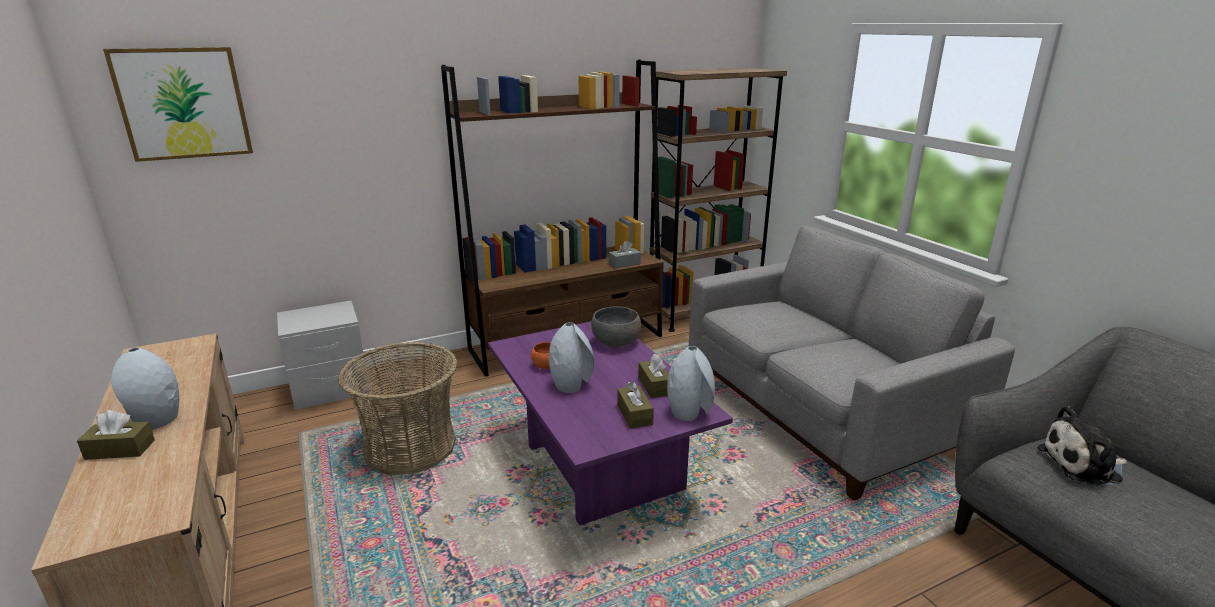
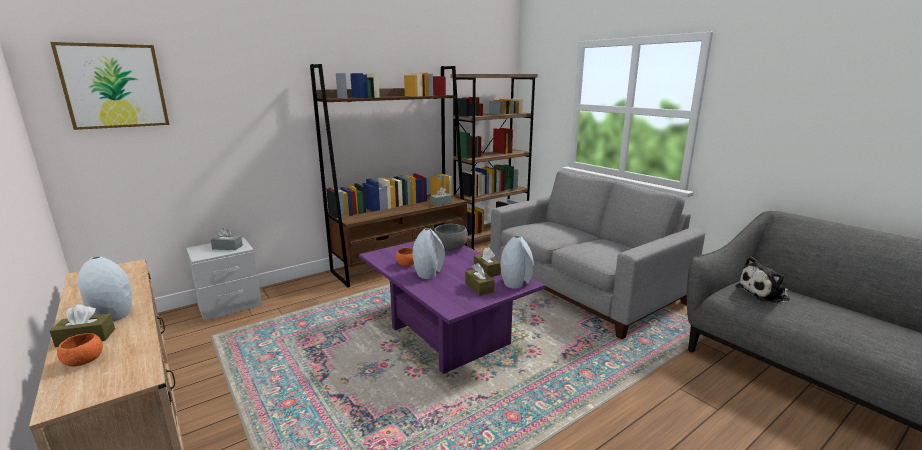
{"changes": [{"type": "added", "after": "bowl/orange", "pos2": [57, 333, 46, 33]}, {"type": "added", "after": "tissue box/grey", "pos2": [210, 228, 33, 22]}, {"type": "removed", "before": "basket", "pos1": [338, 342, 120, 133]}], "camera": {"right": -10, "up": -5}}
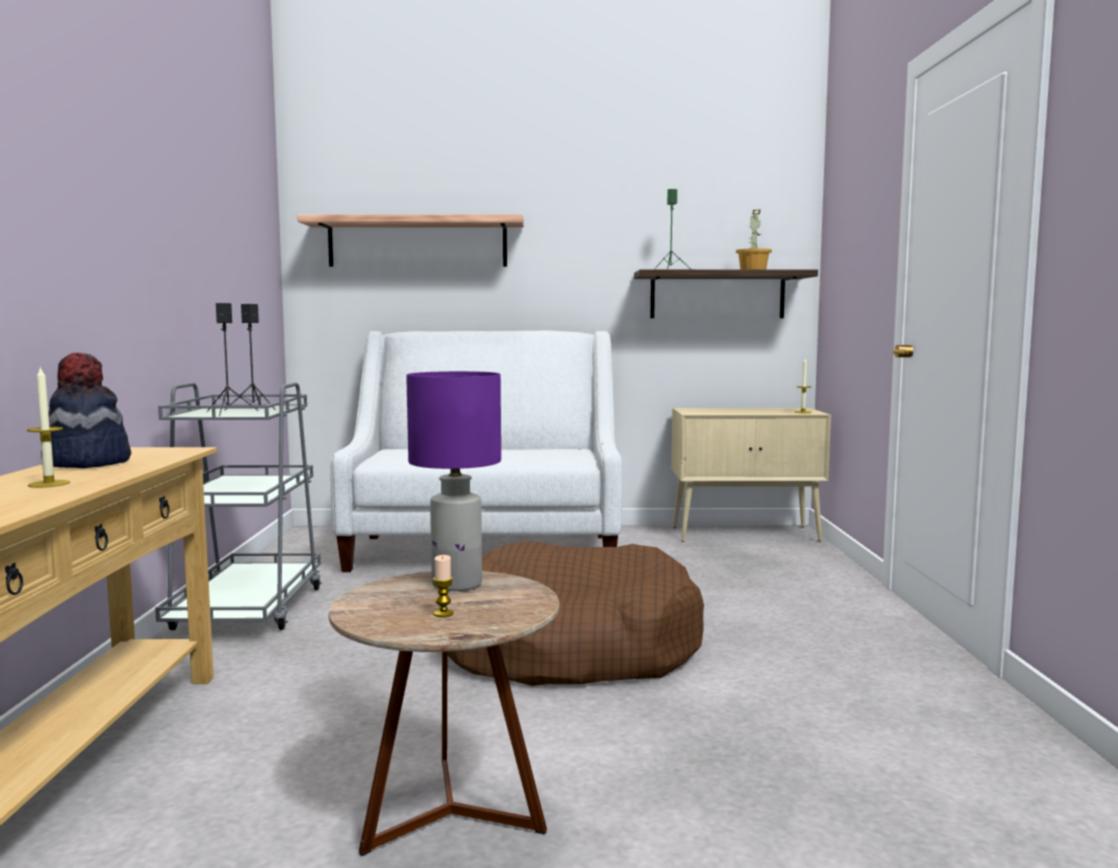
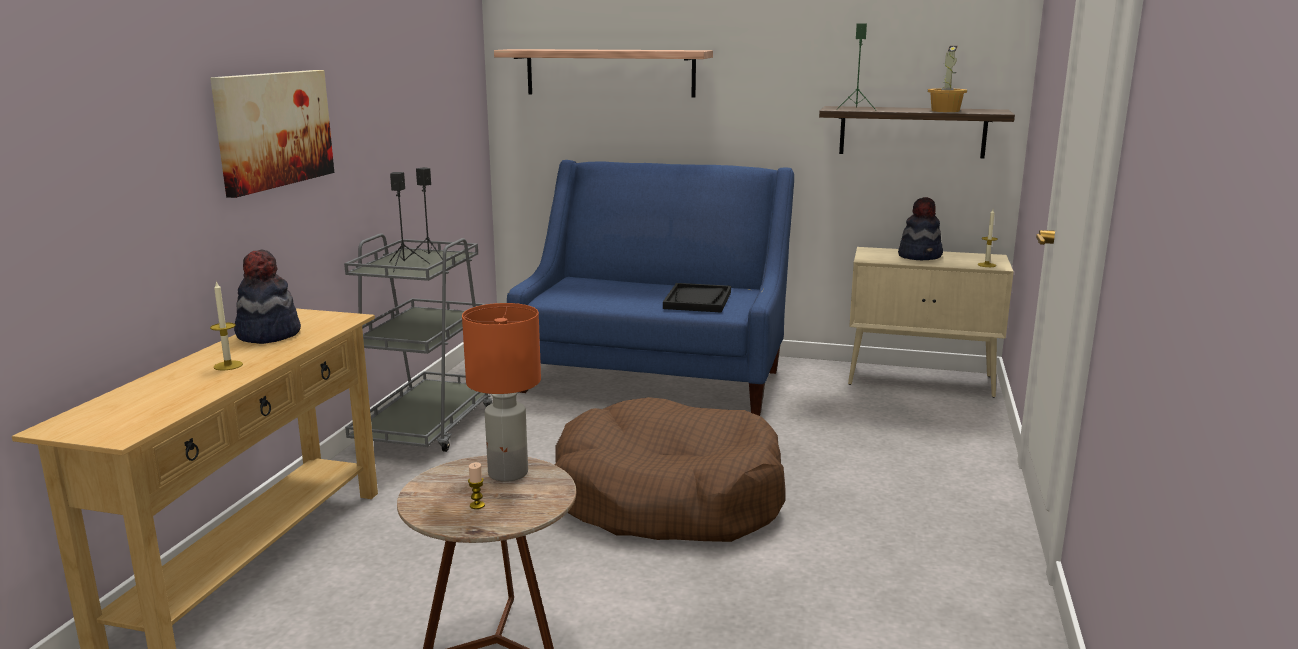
{"changes": [{"type": "added", "after": "picture", "pos2": [210, 70, 124, 128]}, {"type": "recoloured", "before": "table lamp/purple", "after": "table lamp/orange", "pos1": [406, 371, 95, 220], "pos2": [462, 303, 79, 179]}, {"type": "recoloured", "before": "sofa/white", "after": "sofa/blue", "pos1": [330, 331, 292, 241], "pos2": [507, 160, 287, 256]}, {"type": "added", "after": "tray/black", "pos2": [663, 283, 68, 30]}, {"type": "added", "after": "hat", "pos2": [898, 197, 45, 63]}], "camera": {"right": 15, "up": 10}}
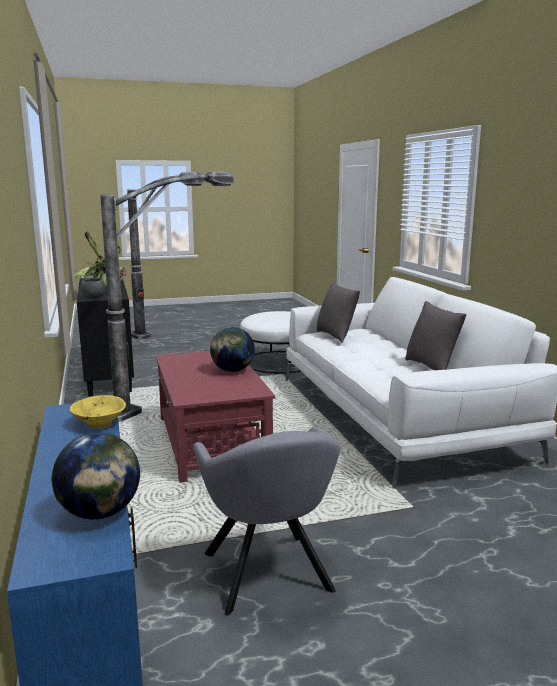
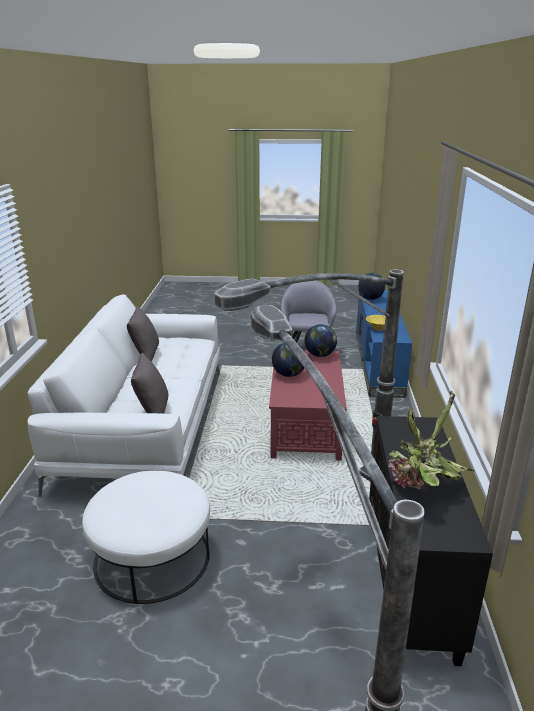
{"changes": [{"type": "added", "after": "globe", "pos2": [304, 324, 33, 33]}, {"type": "removed", "before": "bowl/grey", "pos1": [80, 278, 26, 20]}], "camera": {"right": -160, "up": 10}}
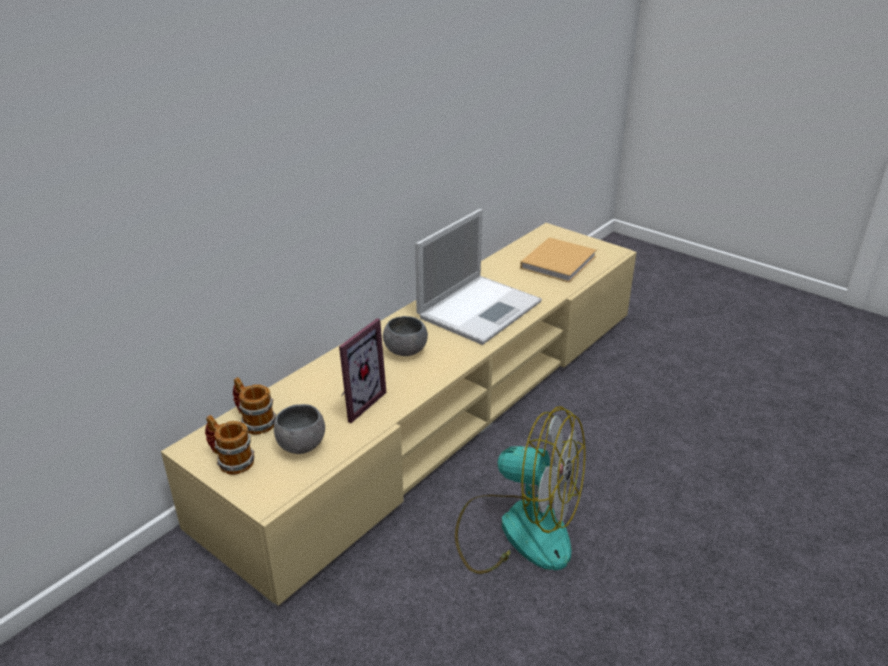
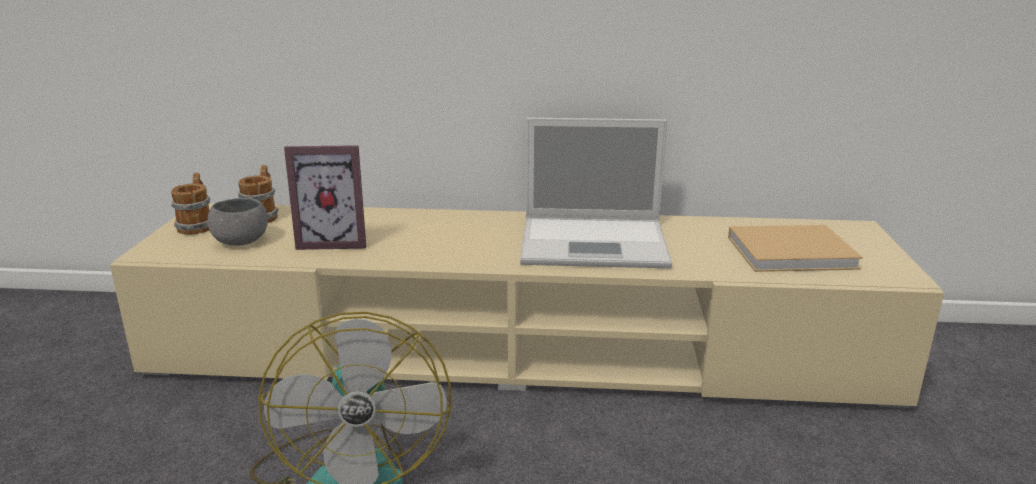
{"changes": [{"type": "removed", "before": "bowl/grey", "pos1": [383, 316, 45, 40]}], "camera": {"right": 55, "up": -10}}
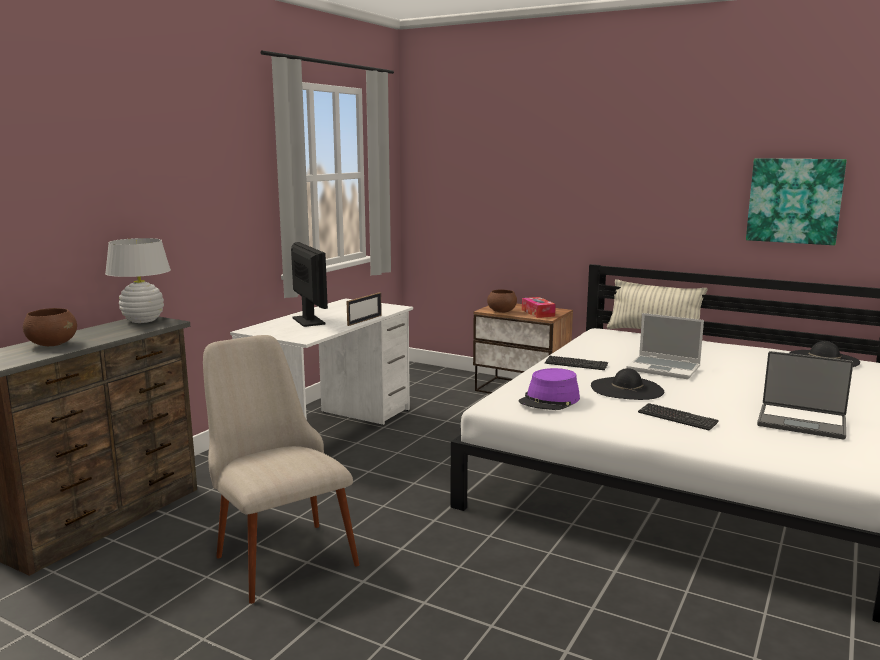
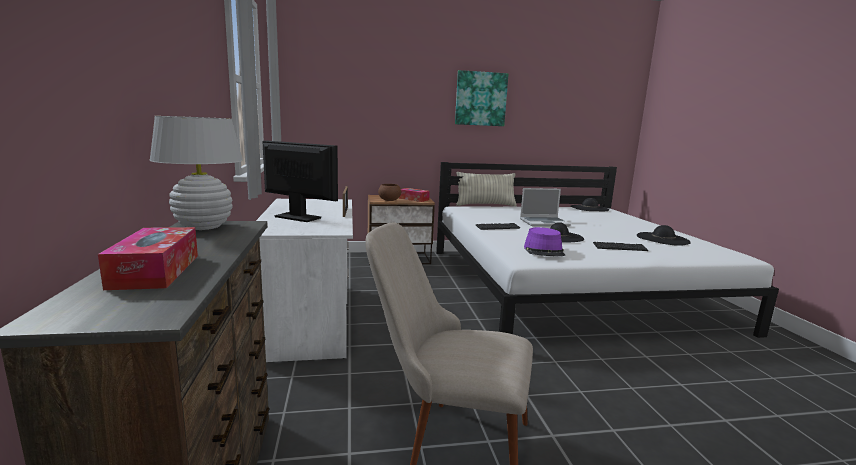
{"changes": [{"type": "replaced", "before": "bowl/brown", "after": "tissue box", "pos1": [23, 308, 54, 38], "pos2": [98, 227, 100, 63]}, {"type": "moved", "before": "picture", "pos1": [746, 158, 101, 87], "pos2": [455, 70, 54, 56]}, {"type": "replaced", "before": "laptop", "after": "hat/black", "pos1": [757, 351, 96, 88], "pos2": [637, 225, 54, 21]}], "camera": {"right": -40, "up": 0}}
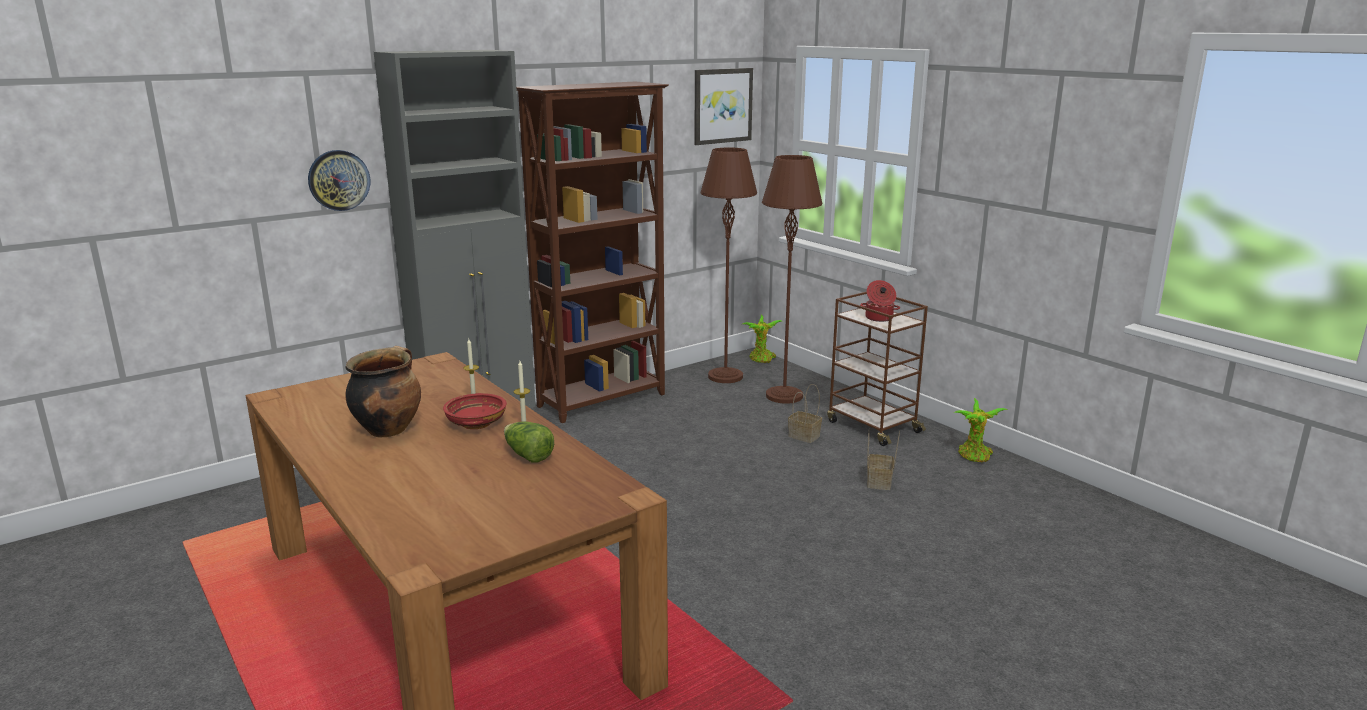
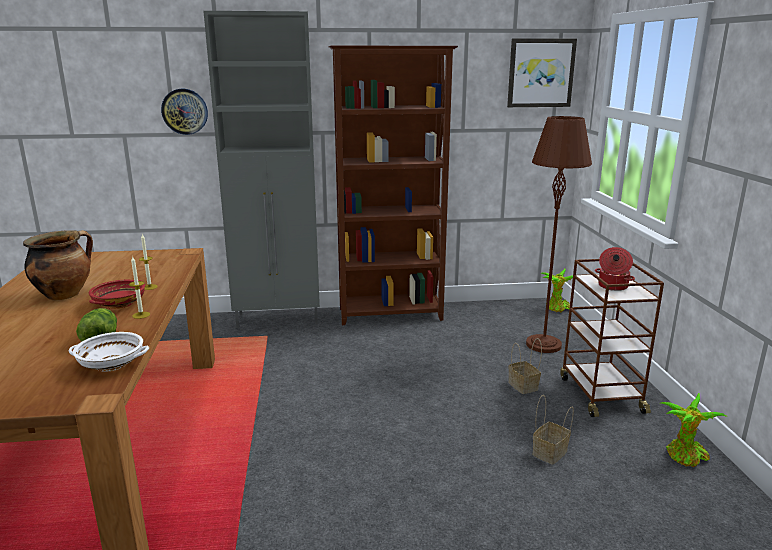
{"changes": [{"type": "added", "after": "bowl/white", "pos2": [69, 332, 80, 40]}, {"type": "removed", "before": "floor lamp/brown", "pos1": [700, 147, 57, 236]}], "camera": {"right": 30, "up": 0}}
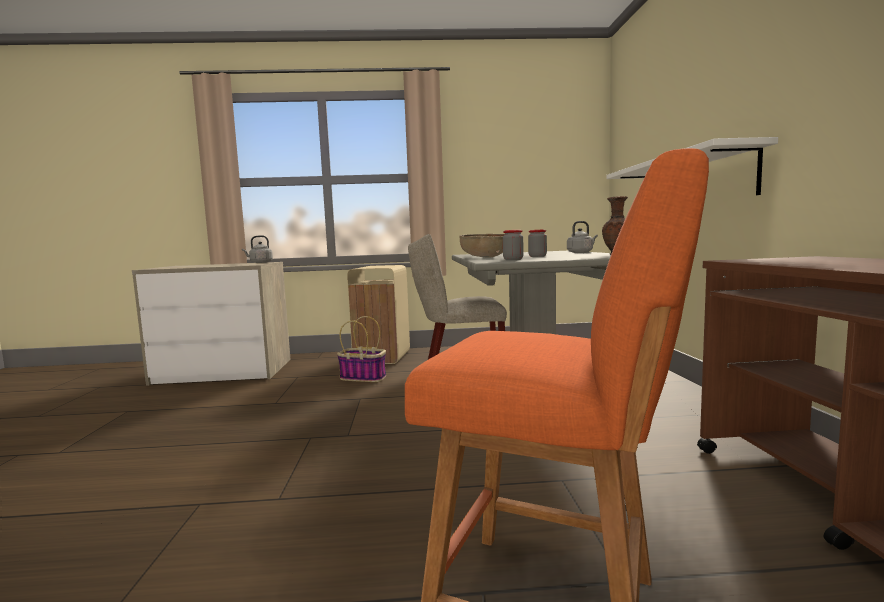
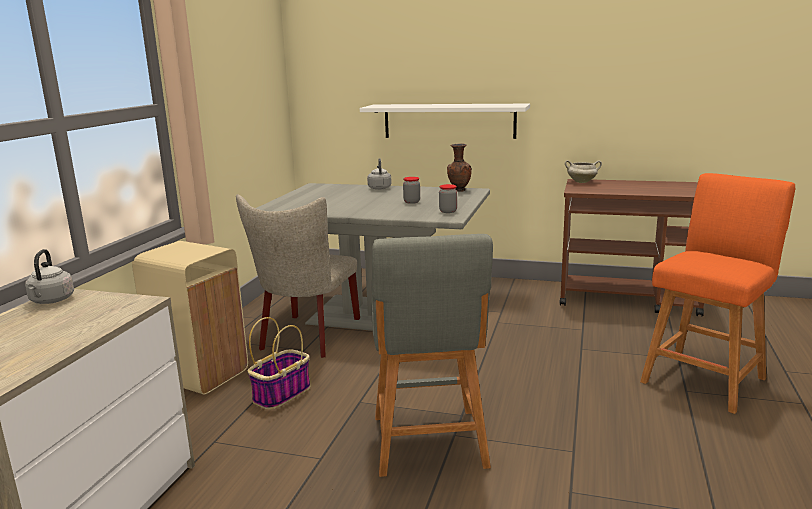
{"changes": [{"type": "added", "after": "stool/grey", "pos2": [371, 234, 122, 243]}, {"type": "added", "after": "cooking pot/white", "pos2": [565, 160, 37, 23]}, {"type": "removed", "before": "bowl/brown", "pos1": [460, 234, 45, 24]}], "camera": {"right": -70, "up": 10}}
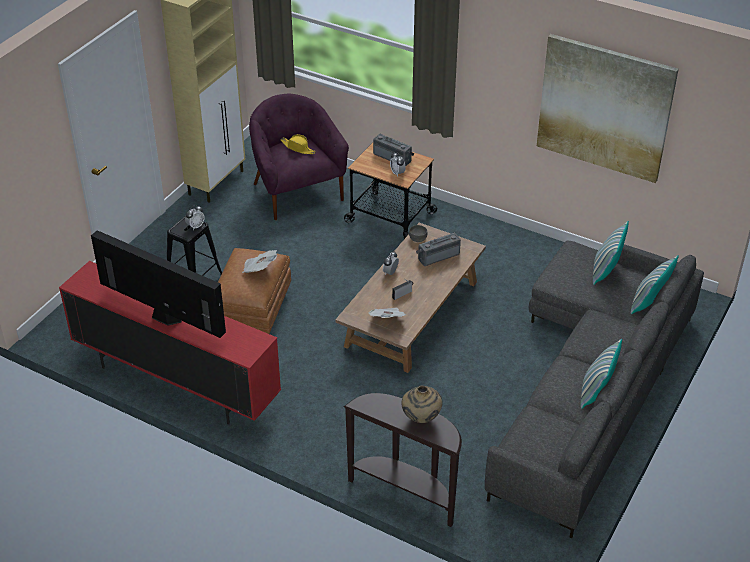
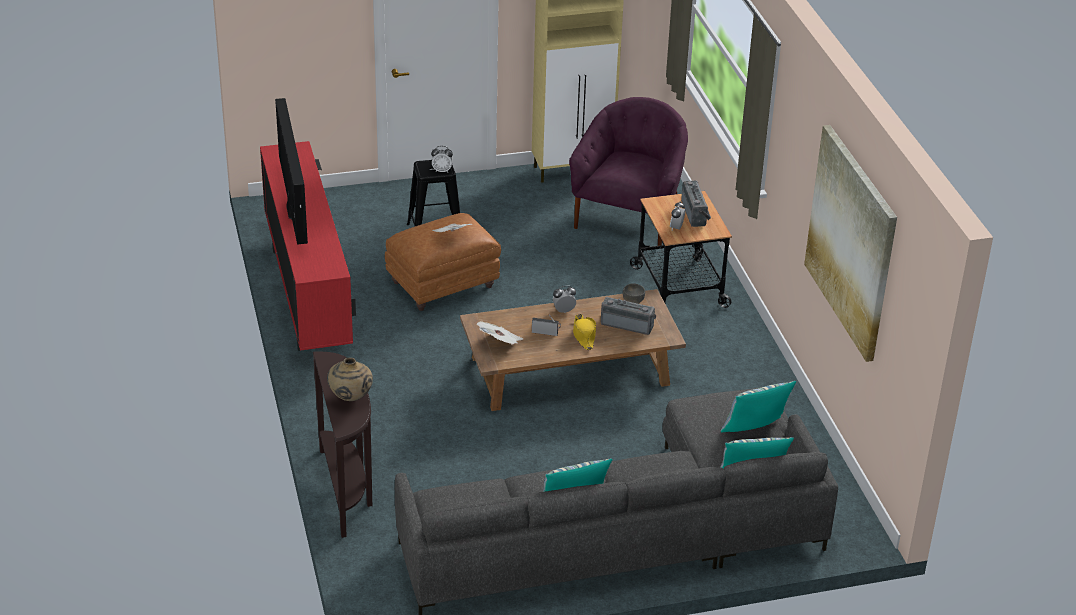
{"changes": [{"type": "moved", "before": "hat/yellow", "pos1": [281, 134, 35, 20], "pos2": [573, 314, 23, 36]}], "camera": {"right": 45, "up": -5}}
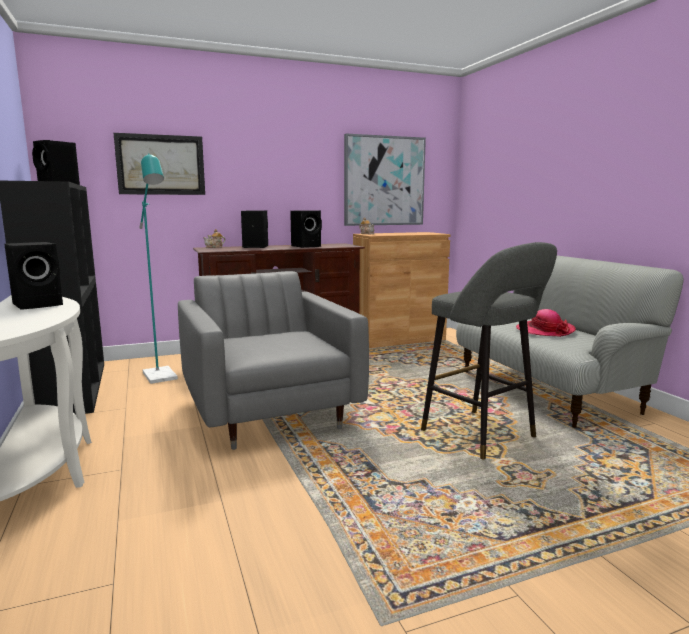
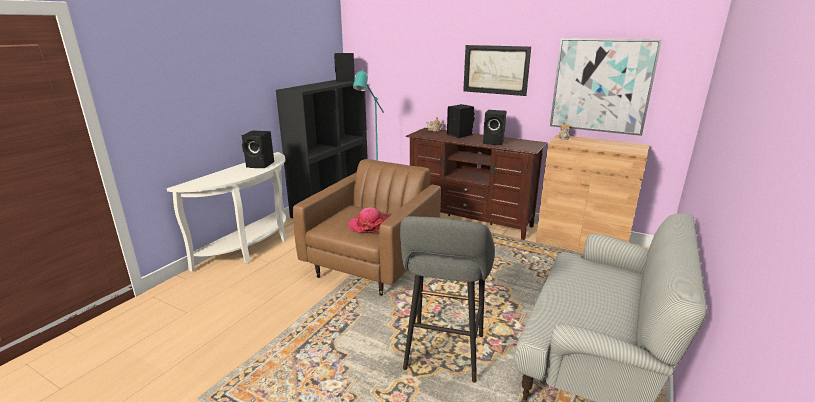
{"changes": [{"type": "recoloured", "before": "armchair/grey", "after": "armchair/brown", "pos1": [178, 271, 191, 179], "pos2": [293, 159, 148, 137]}, {"type": "moved", "before": "hat", "pos1": [516, 309, 60, 28], "pos2": [348, 207, 42, 26]}, {"type": "moved", "before": "picture", "pos1": [114, 133, 91, 62], "pos2": [463, 45, 68, 51]}], "camera": {"right": 50, "up": 10}}
